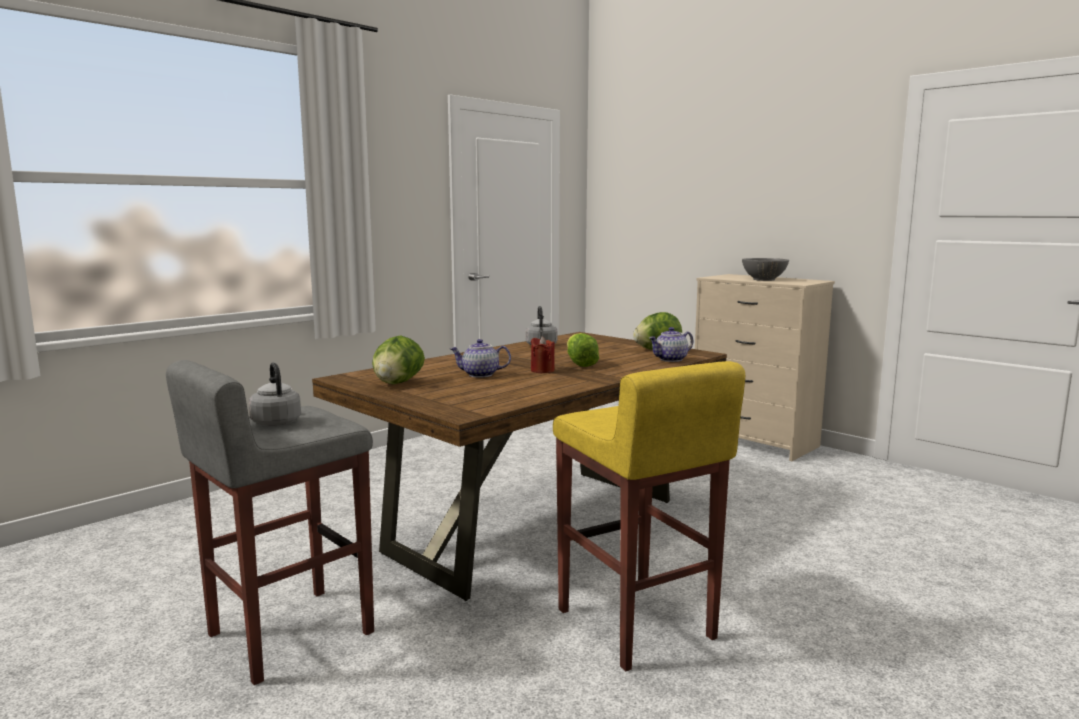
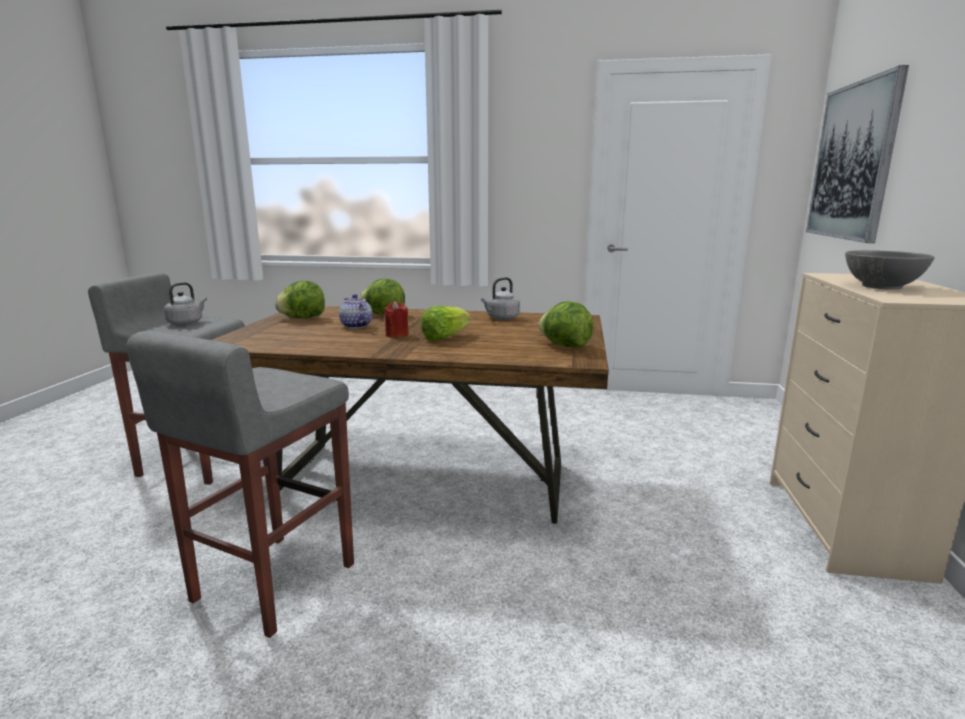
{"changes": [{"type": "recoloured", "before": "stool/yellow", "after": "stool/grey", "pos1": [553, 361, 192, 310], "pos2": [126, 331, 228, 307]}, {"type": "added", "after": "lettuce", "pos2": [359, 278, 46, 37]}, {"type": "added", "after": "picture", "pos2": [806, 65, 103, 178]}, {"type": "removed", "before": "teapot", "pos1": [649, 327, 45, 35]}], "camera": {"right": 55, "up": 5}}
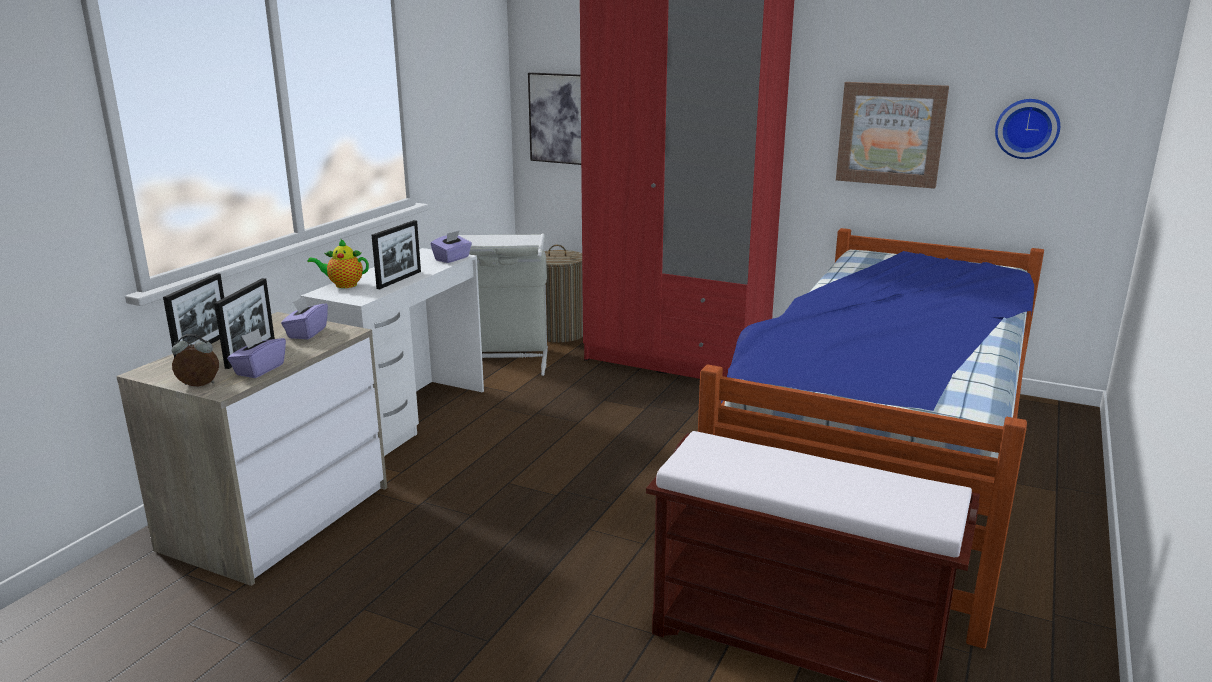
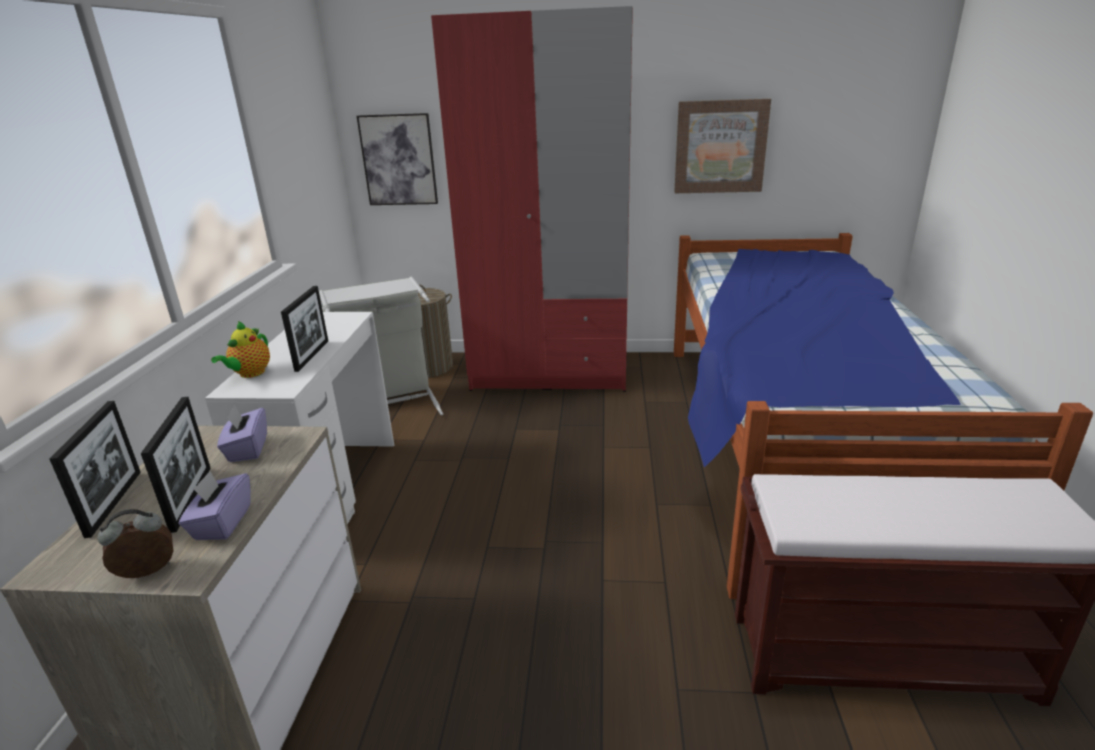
{"changes": [{"type": "turned", "before": "teapot", "pos1": [308, 239, 61, 49], "pos2": [211, 321, 59, 57], "turn": -45}, {"type": "removed", "before": "tissue box/purple", "pos1": [431, 230, 41, 33]}, {"type": "removed", "before": "wall clock", "pos1": [995, 99, 65, 60]}], "camera": {"right": -20, "up": 5}}
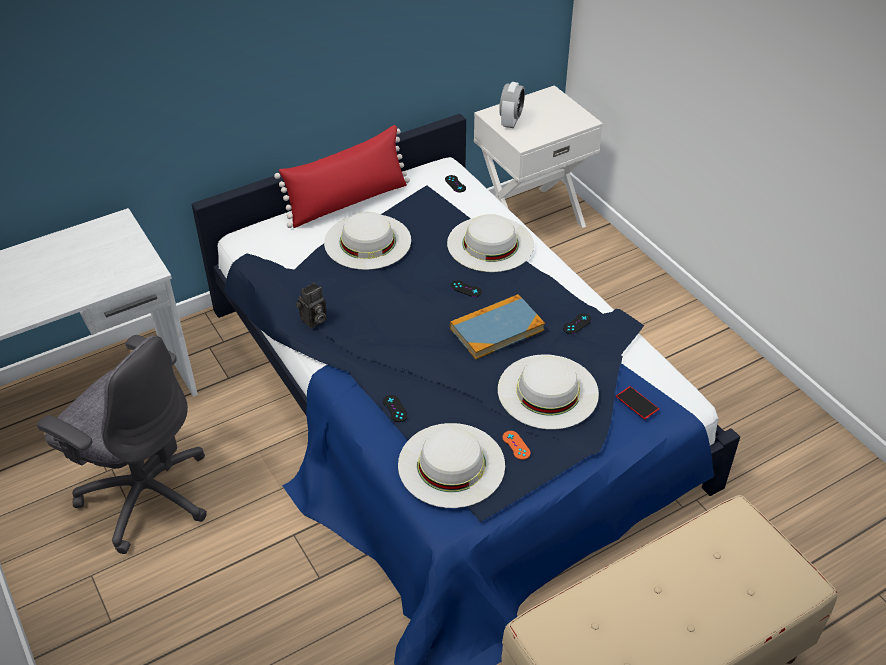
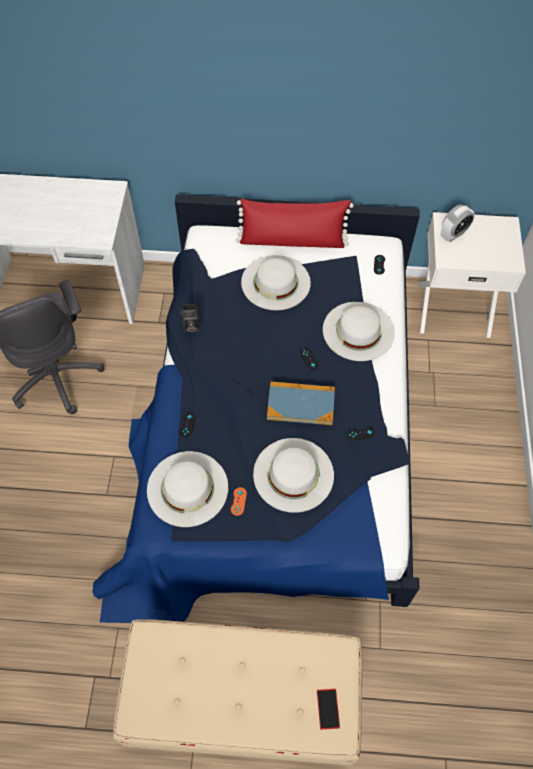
{"changes": [{"type": "moved", "before": "phone", "pos1": [616, 386, 43, 33], "pos2": [317, 689, 23, 41]}], "camera": {"right": 35, "up": 15}}
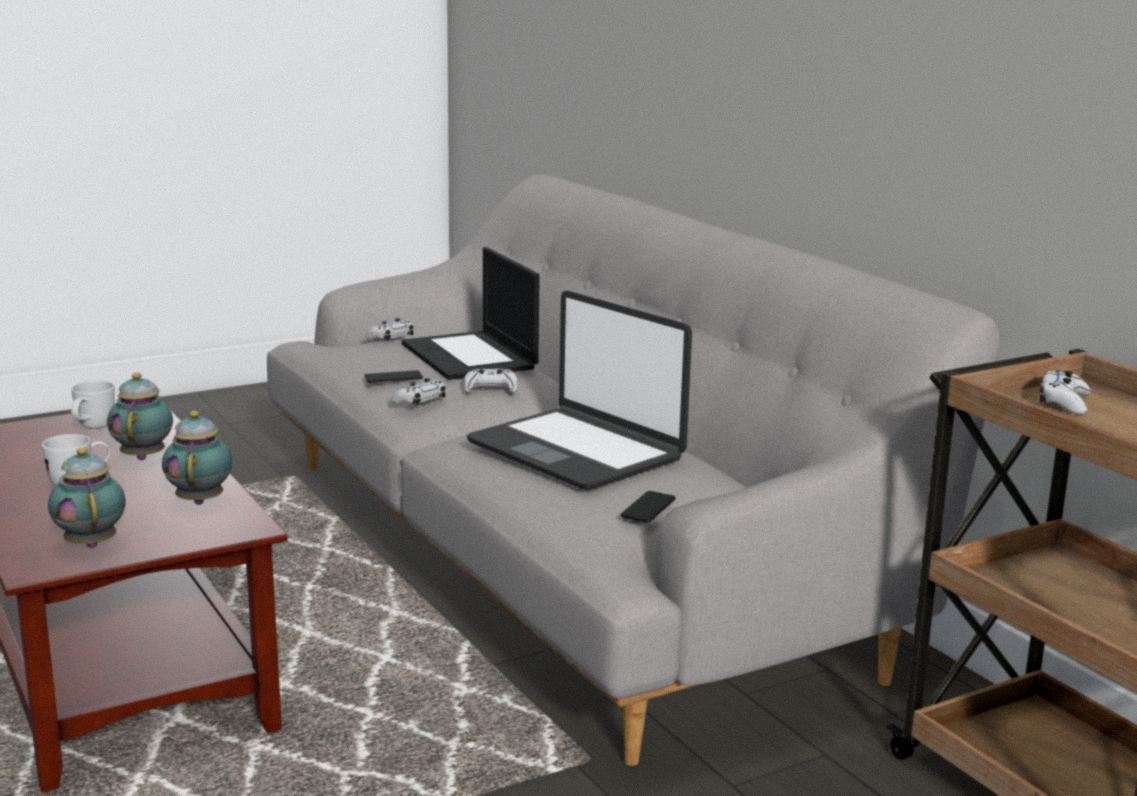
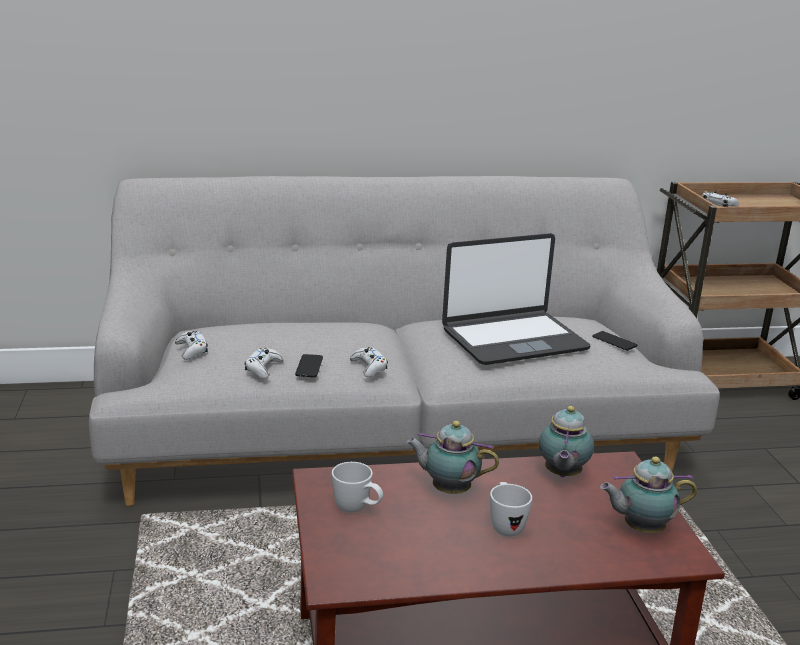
{"changes": [{"type": "moved", "before": "game controller/white", "pos1": [464, 369, 53, 24], "pos2": [245, 347, 38, 32]}, {"type": "turned", "before": "teapot", "pos1": [162, 411, 70, 94], "pos2": [539, 406, 55, 71], "turn": -90}, {"type": "removed", "before": "laptop", "pos1": [402, 247, 138, 133]}], "camera": {"right": -70, "up": 5}}
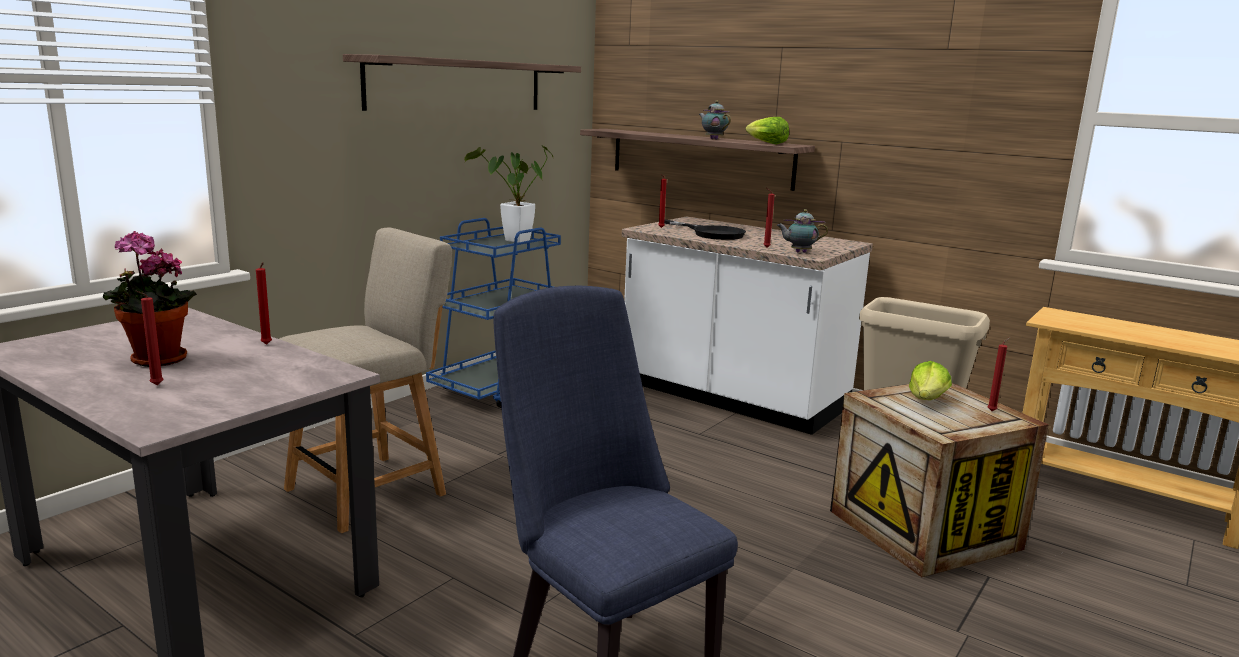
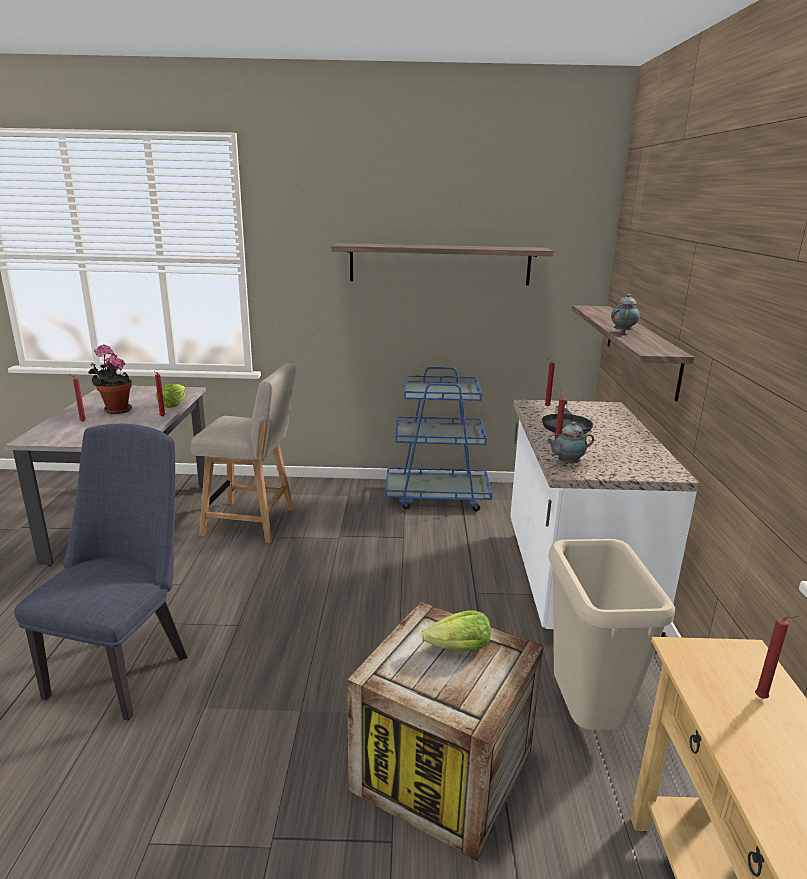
{"changes": [{"type": "moved", "before": "lettuce", "pos1": [745, 117, 44, 27], "pos2": [156, 384, 30, 24]}, {"type": "turned", "before": "teapot", "pos1": [776, 209, 52, 44], "pos2": [546, 421, 48, 44], "turn": -75}, {"type": "moved", "before": "candle/red", "pos1": [987, 337, 23, 74], "pos2": [755, 616, 44, 82]}, {"type": "removed", "before": "potted plant", "pos1": [464, 145, 89, 98]}], "camera": {"right": 55, "up": 5}}
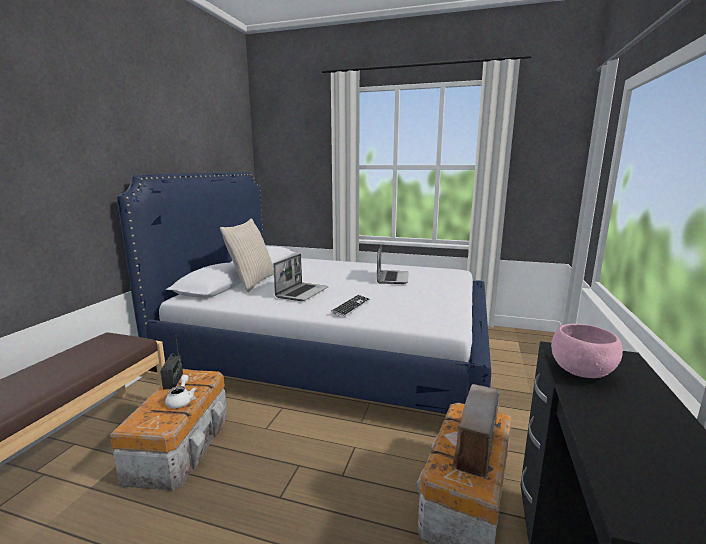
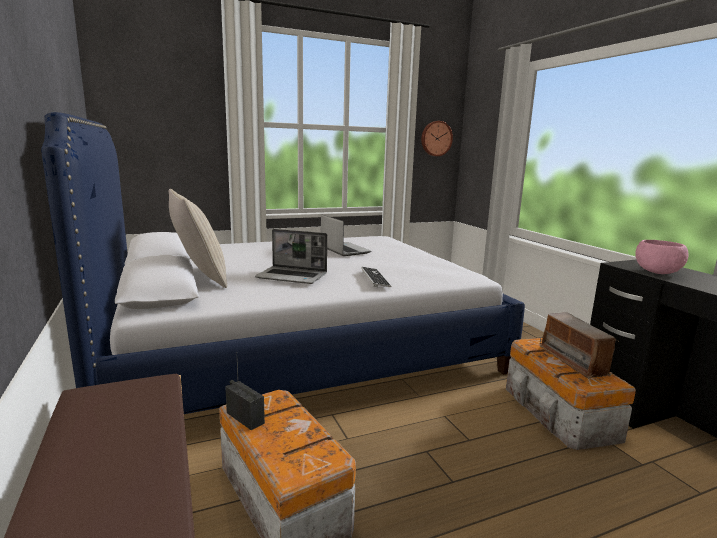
{"changes": [{"type": "turned", "before": "laptop", "pos1": [273, 254, 56, 47], "pos2": [255, 229, 72, 55], "turn": 120}, {"type": "added", "after": "wall clock", "pos2": [421, 121, 32, 35]}, {"type": "removed", "before": "teapot/white", "pos1": [165, 375, 32, 33]}], "camera": {"right": -40, "up": 0}}
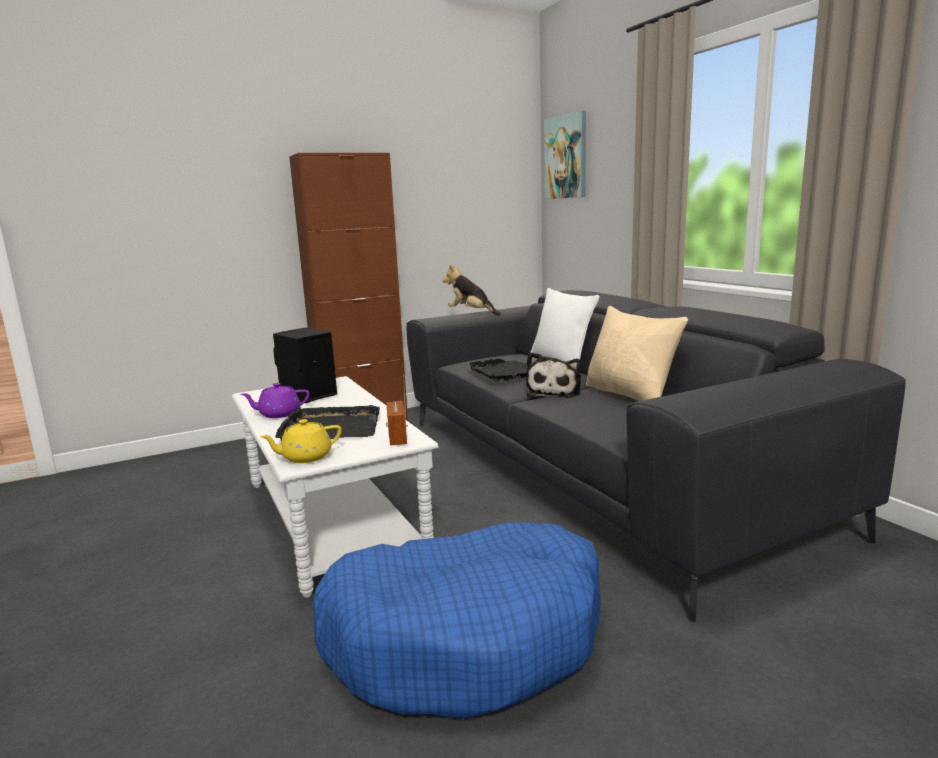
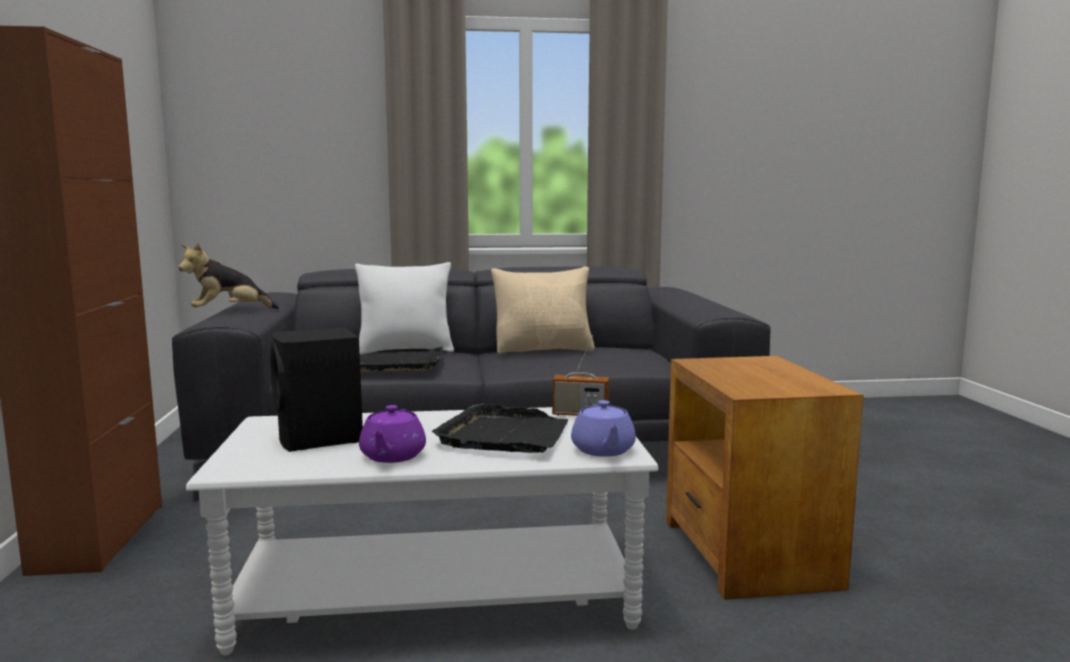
{"changes": [{"type": "recoloured", "before": "teapot/yellow", "after": "teapot/purple", "pos1": [260, 419, 82, 44], "pos2": [571, 400, 65, 57]}, {"type": "replaced", "before": "dog bed/blue", "after": "side table/brown", "pos1": [312, 523, 289, 196], "pos2": [666, 356, 198, 244]}, {"type": "removed", "before": "plush toy", "pos1": [526, 352, 55, 46]}, {"type": "removed", "before": "picture", "pos1": [544, 111, 42, 88]}], "camera": {"right": -70, "up": -5}}
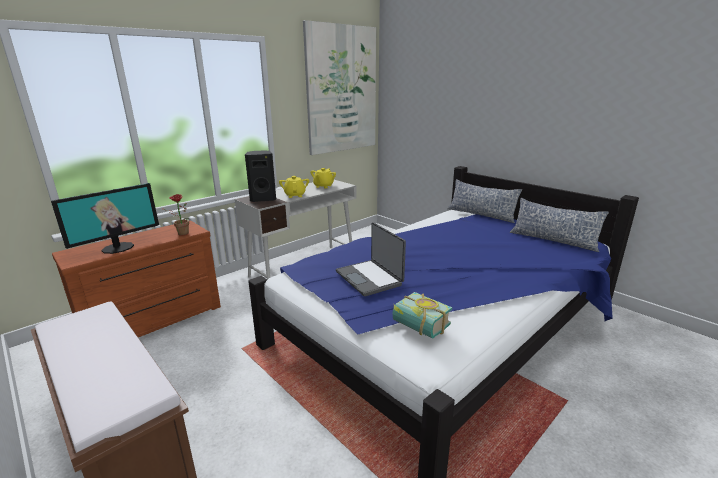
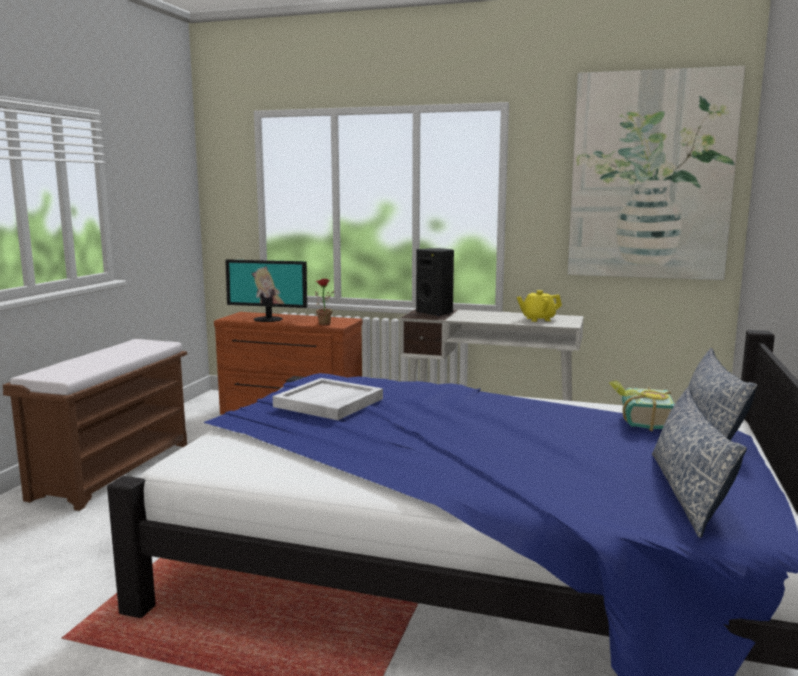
{"changes": [{"type": "replaced", "before": "laptop", "after": "tray/white", "pos1": [336, 222, 70, 75], "pos2": [273, 378, 110, 42]}, {"type": "moved", "before": "book", "pos1": [392, 292, 60, 47], "pos2": [609, 380, 66, 51]}, {"type": "removed", "before": "teapot/yellow", "pos1": [279, 176, 30, 22]}], "camera": {"right": 60, "up": -10}}
